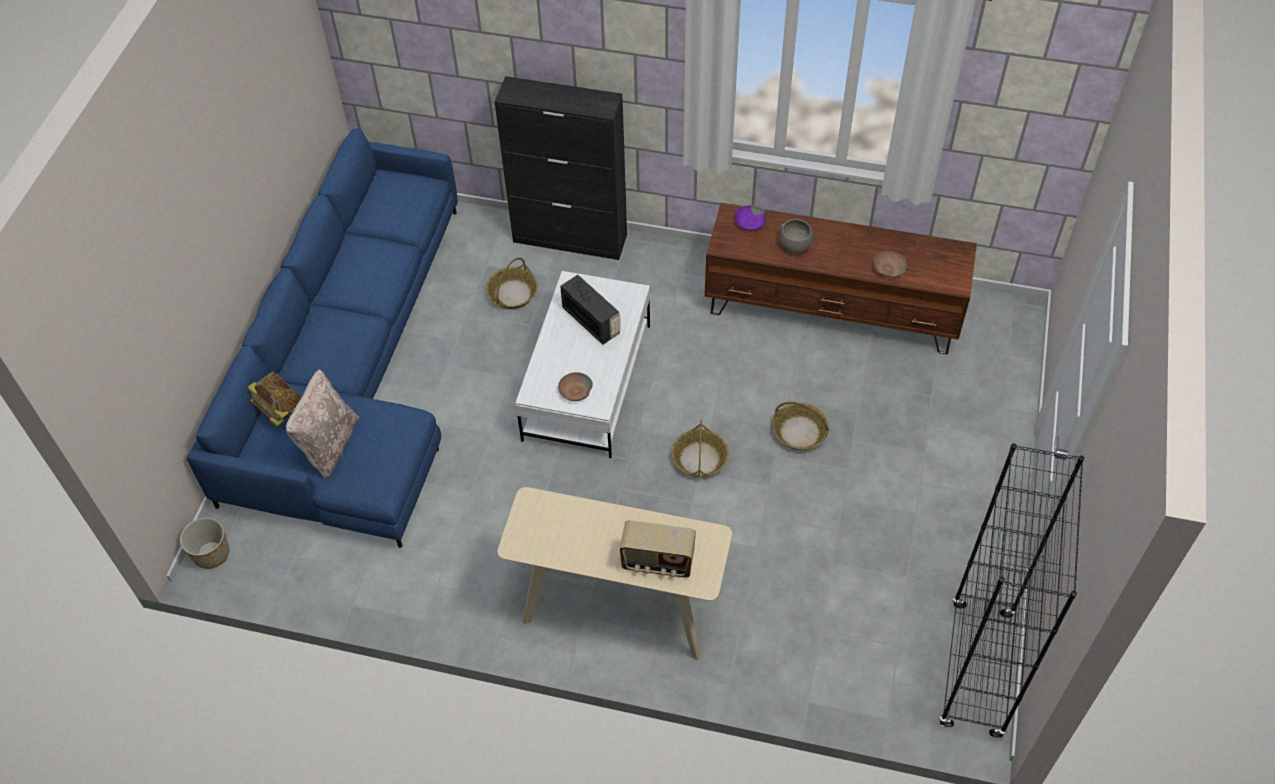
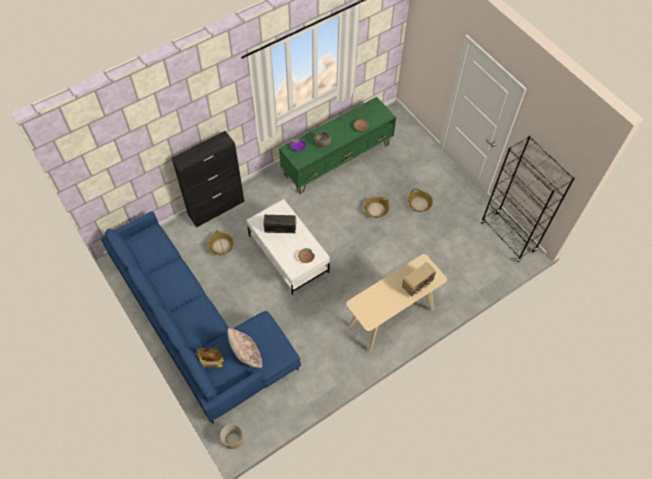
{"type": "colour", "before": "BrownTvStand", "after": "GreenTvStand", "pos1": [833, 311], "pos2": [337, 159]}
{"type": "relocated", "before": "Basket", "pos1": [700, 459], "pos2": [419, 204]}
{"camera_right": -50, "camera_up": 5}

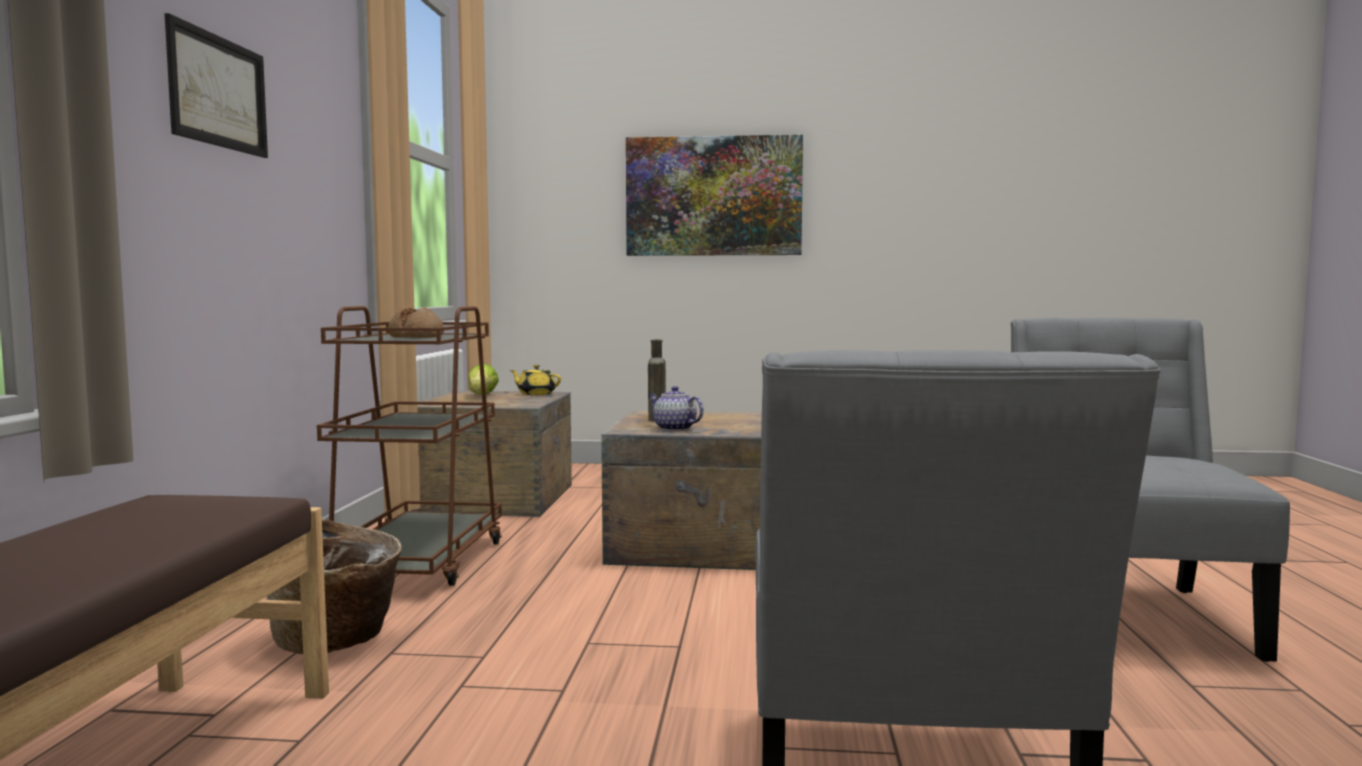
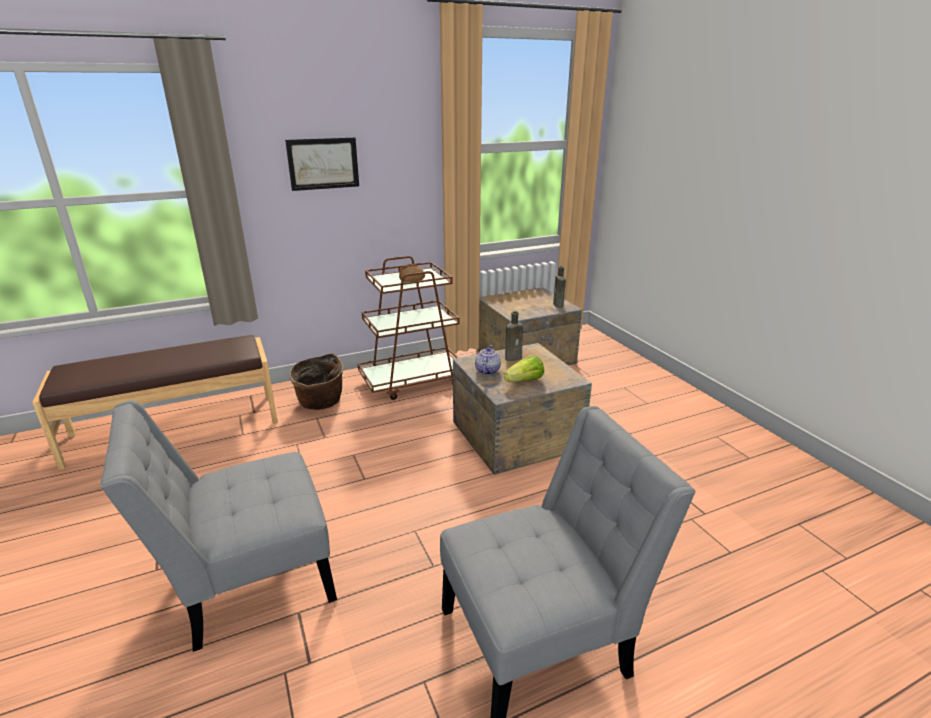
{"type": "missing", "before": "Picture", "pos1": [713, 196]}
{"type": "relocated", "before": "Lettuce", "pos1": [481, 396], "pos2": [525, 381]}
{"type": "exchanged", "before": "YellowTeapot", "after": "BrownBottle", "pos1": [536, 394], "pos2": [558, 305]}
{"camera_right": 60, "camera_up": 20}

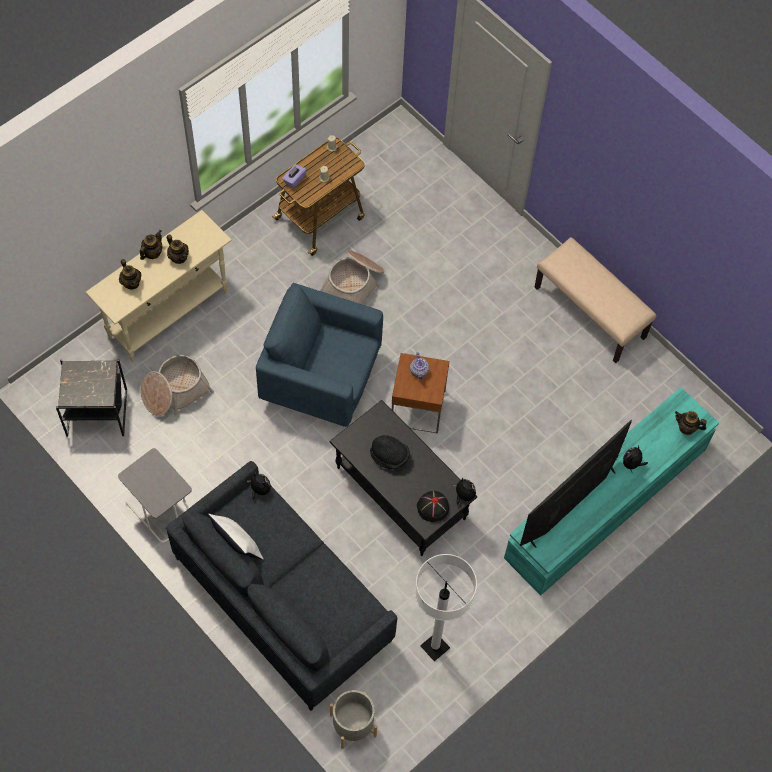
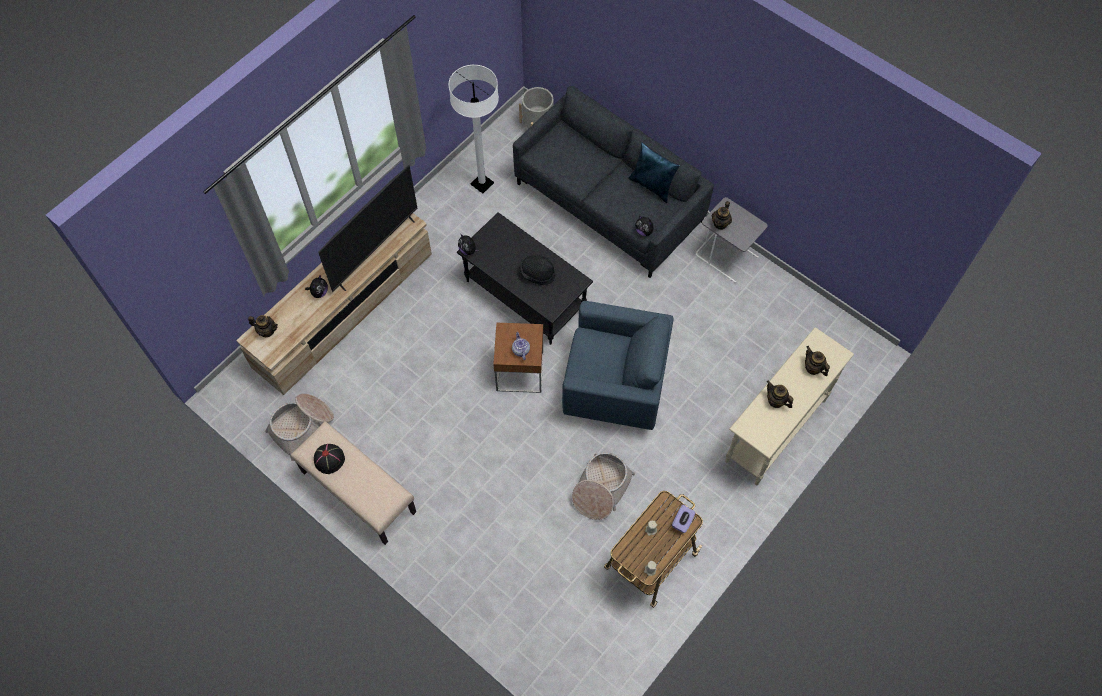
{"type": "relocated", "before": "Teapot", "pos1": [152, 253], "pos2": [720, 223]}
{"type": "relocated", "before": "Basket", "pos1": [175, 391], "pos2": [303, 427]}
{"type": "missing", "before": "BlackSideTable", "pos1": [97, 413]}
{"type": "colour", "before": "TurquoiseTvStand", "after": "BeigeTvStand", "pos1": [606, 503], "pos2": [344, 310]}
{"type": "relocated", "before": "BlackHat", "pos1": [432, 507], "pos2": [329, 459]}
{"type": "colour", "before": "WhitePillow", "after": "BluePillow", "pos1": [237, 546], "pos2": [652, 185]}
{"camera_right": 175, "camera_up": 0}

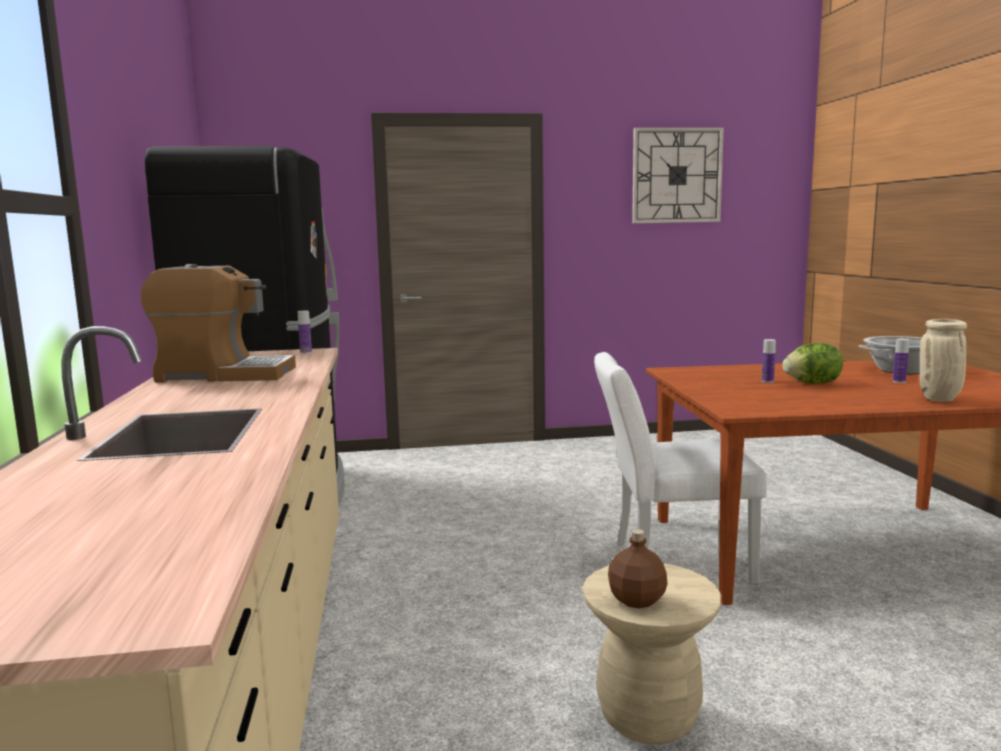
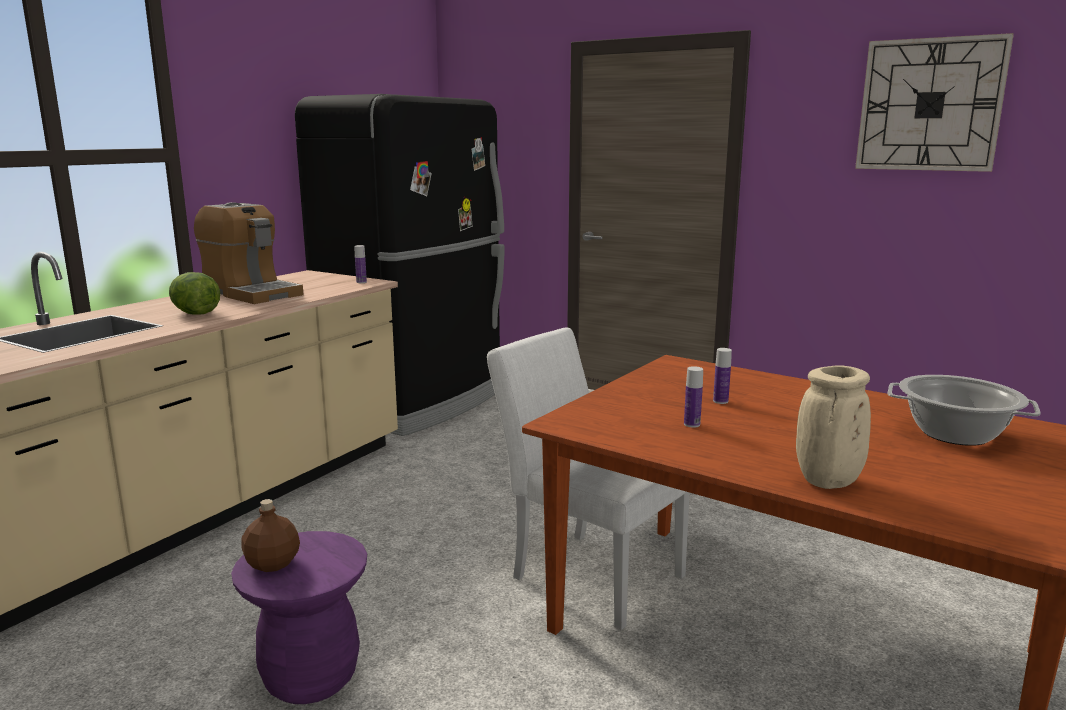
{"type": "relocated", "before": "Bottle", "pos1": [899, 381], "pos2": [692, 424]}
{"type": "relocated", "before": "Lettuce", "pos1": [812, 383], "pos2": [195, 313]}
{"type": "colour", "before": "BeigeStool", "after": "PurpleStool", "pos1": [648, 717], "pos2": [311, 677]}
{"camera_right": 40, "camera_up": 5}

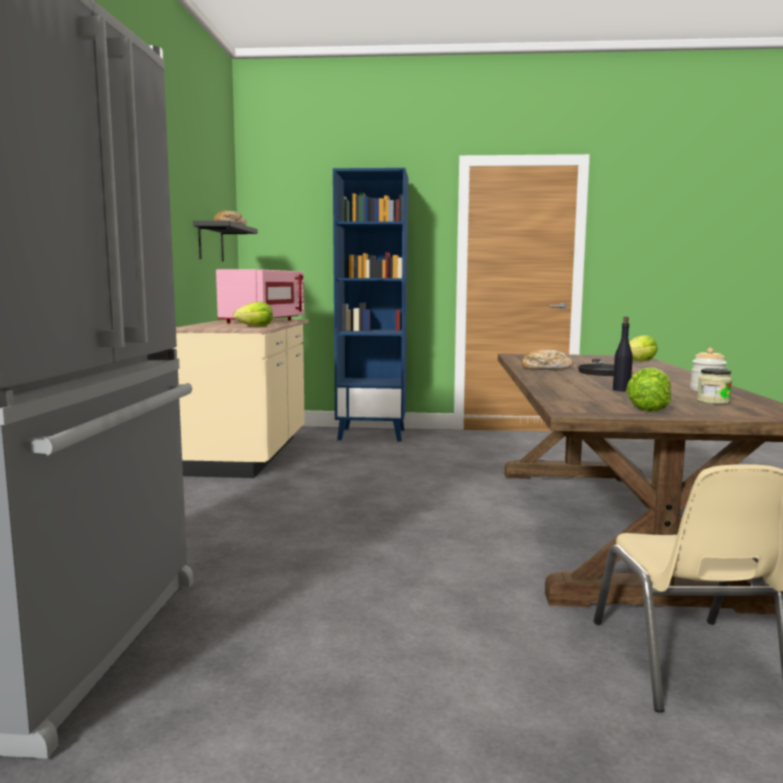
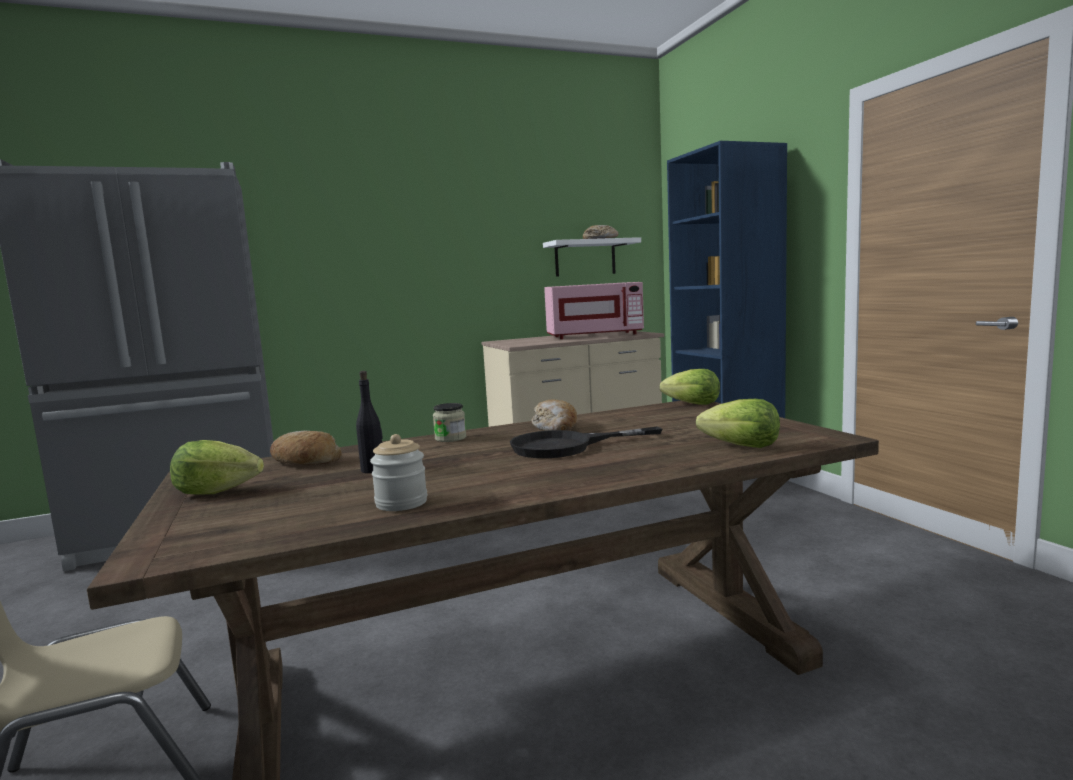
{"type": "colour", "before": "BlackShelf", "after": "WhiteShelf", "pos1": [211, 242], "pos2": [585, 258]}
{"type": "relocated", "before": "Lettuce", "pos1": [256, 326], "pos2": [693, 404]}
{"type": "relocated", "before": "Jar", "pos1": [713, 402], "pos2": [450, 438]}
{"type": "appeared", "after": "Bread", "pos2": [305, 461]}
{"camera_right": 65, "camera_up": 0}

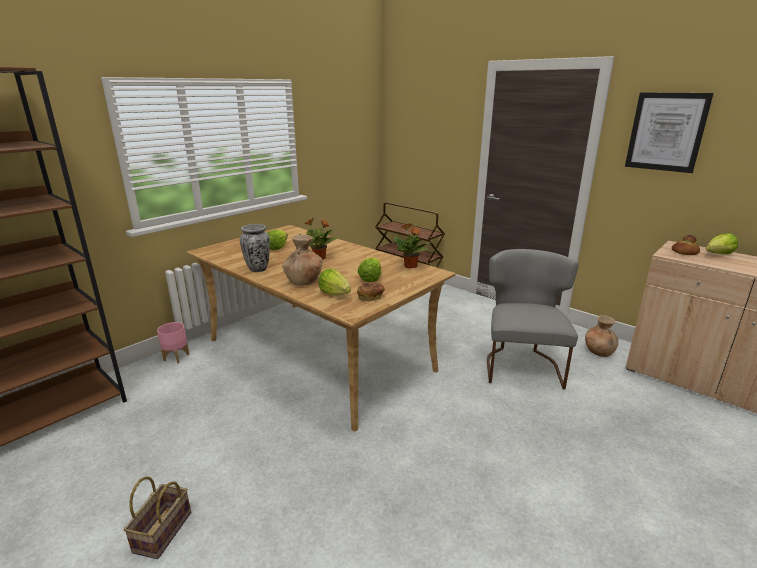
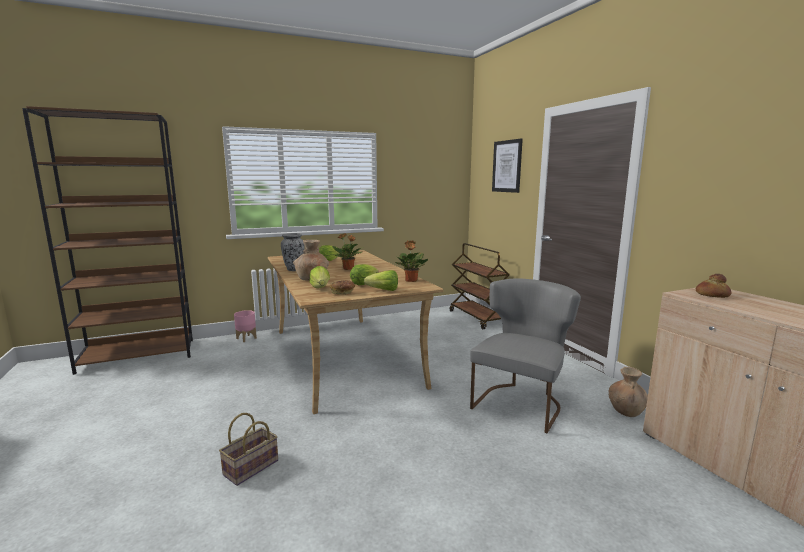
{"type": "relocated", "before": "Picture", "pos1": [666, 132], "pos2": [507, 166]}
{"type": "relocated", "before": "Lettuce", "pos1": [715, 255], "pos2": [381, 290]}
{"type": "relocated", "before": "Basket", "pos1": [163, 533], "pos2": [250, 469]}
{"camera_right": 25, "camera_up": -10}

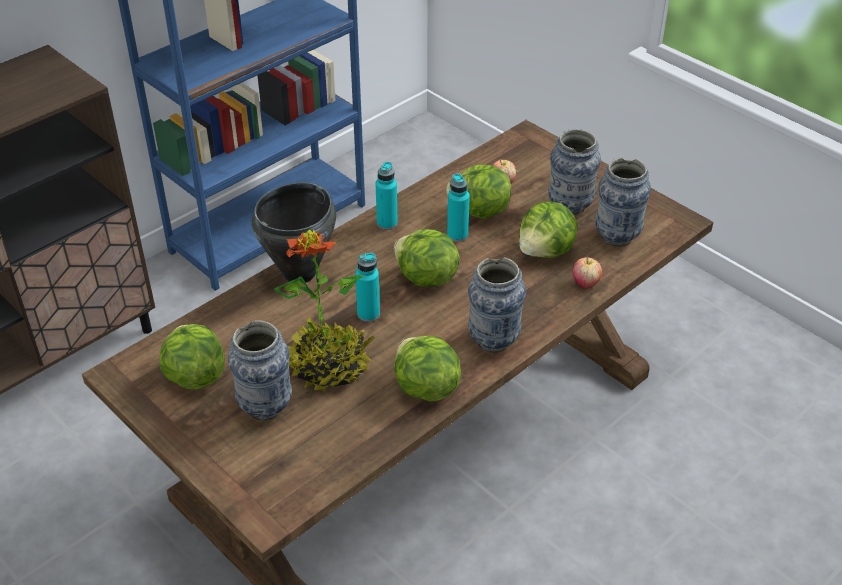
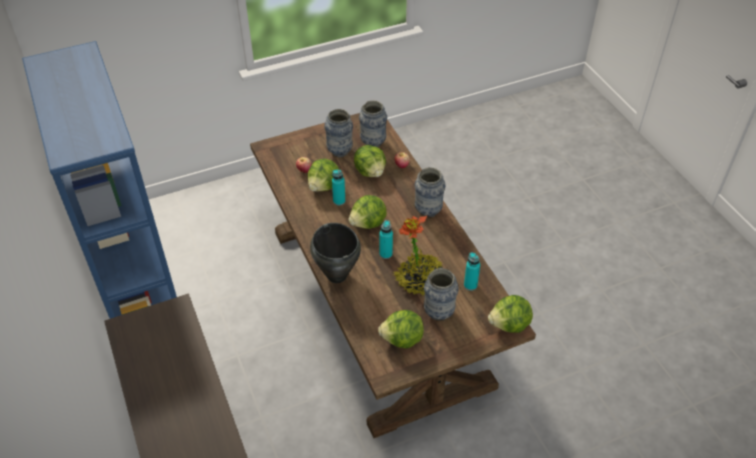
{"type": "relocated", "before": "TurquoiseBottle", "pos1": [387, 223], "pos2": [470, 285]}
{"type": "relocated", "before": "Lettuce", "pos1": [425, 388], "pos2": [509, 325]}
{"camera_right": -70, "camera_up": 5}

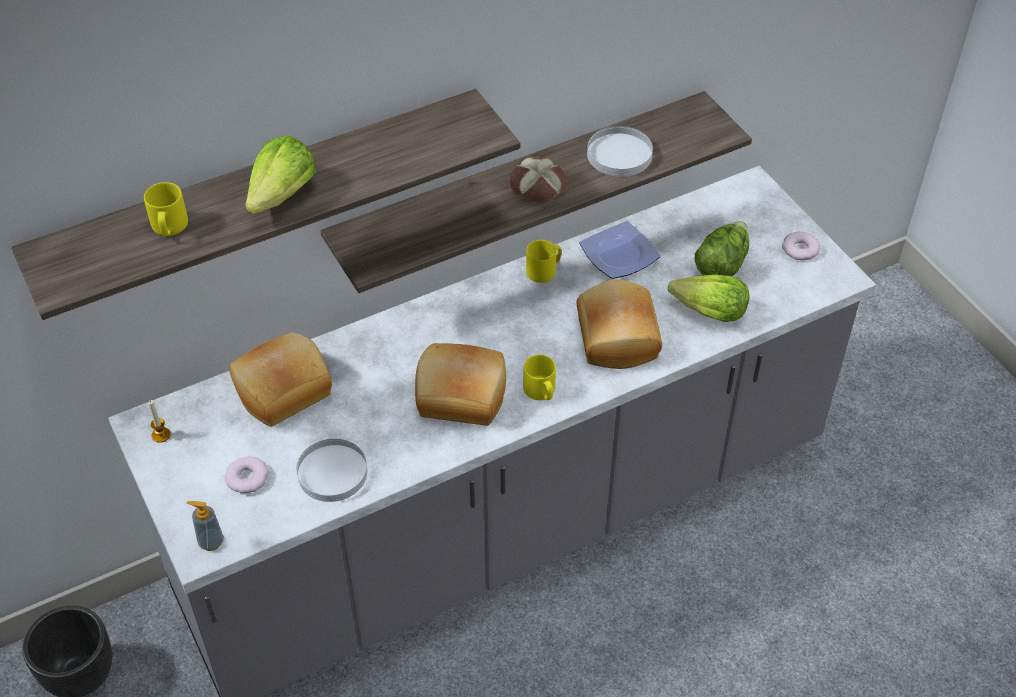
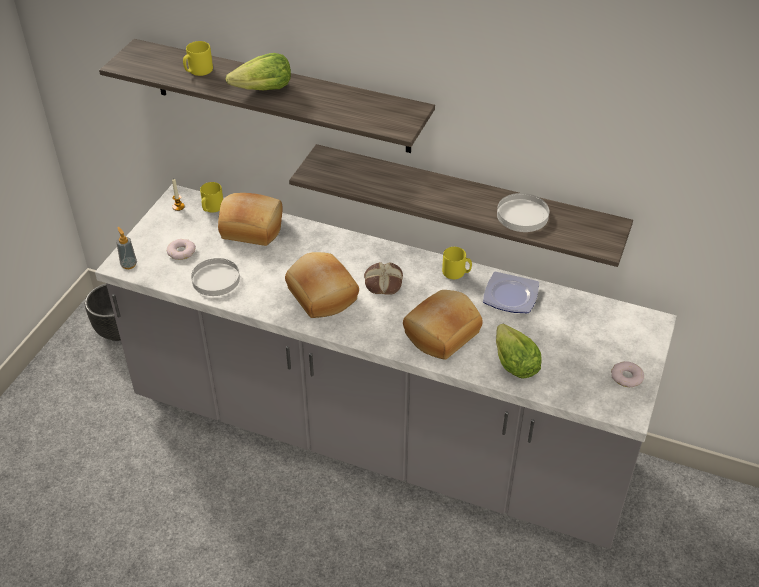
{"type": "relocated", "before": "Bread", "pos1": [536, 186], "pos2": [383, 282]}
{"type": "missing", "before": "Lettuce", "pos1": [721, 263]}
{"type": "relocated", "before": "YellowMug", "pos1": [541, 392], "pos2": [211, 208]}
{"camera_right": 50, "camera_up": -5}

